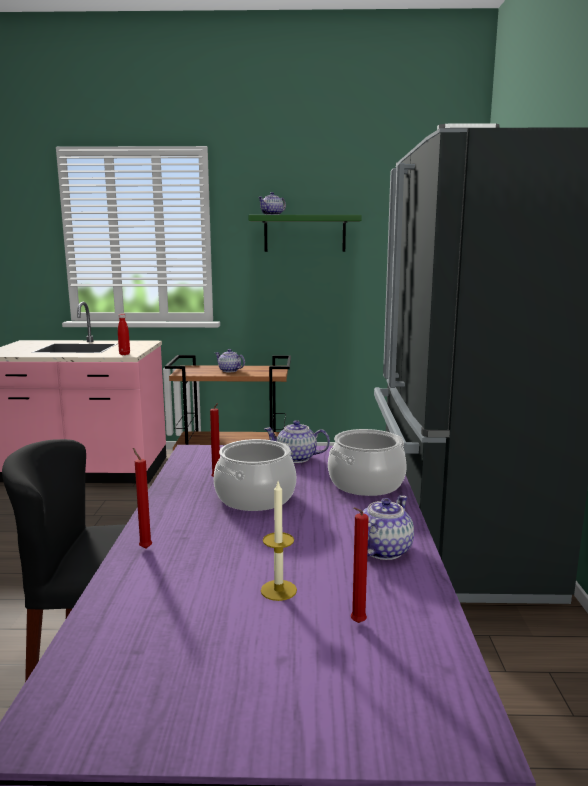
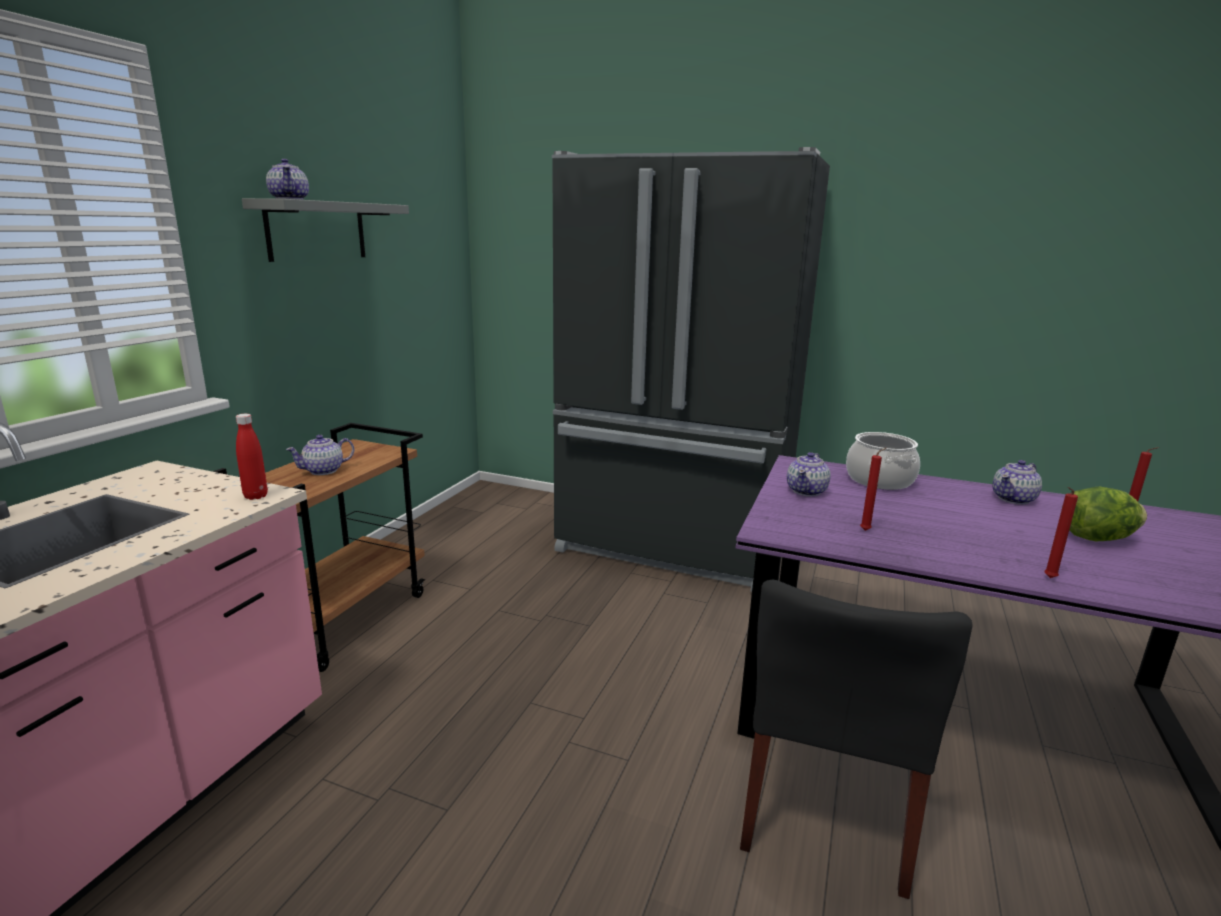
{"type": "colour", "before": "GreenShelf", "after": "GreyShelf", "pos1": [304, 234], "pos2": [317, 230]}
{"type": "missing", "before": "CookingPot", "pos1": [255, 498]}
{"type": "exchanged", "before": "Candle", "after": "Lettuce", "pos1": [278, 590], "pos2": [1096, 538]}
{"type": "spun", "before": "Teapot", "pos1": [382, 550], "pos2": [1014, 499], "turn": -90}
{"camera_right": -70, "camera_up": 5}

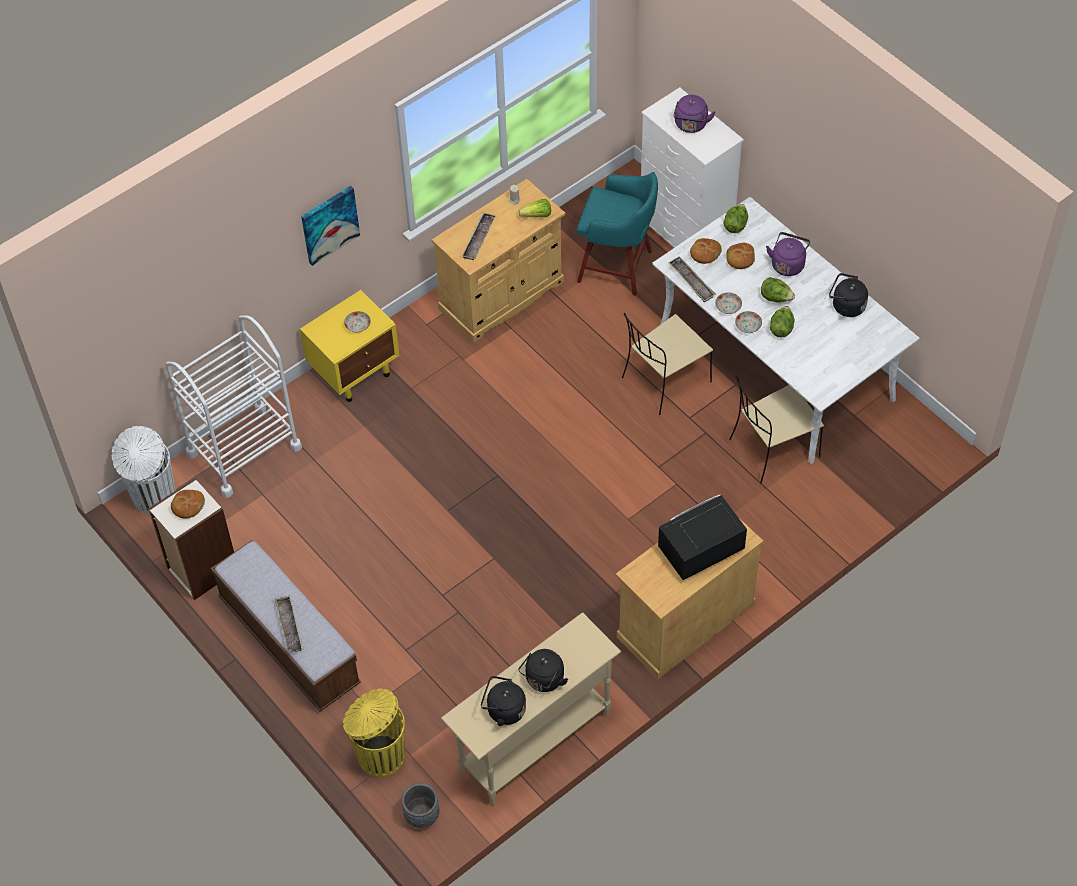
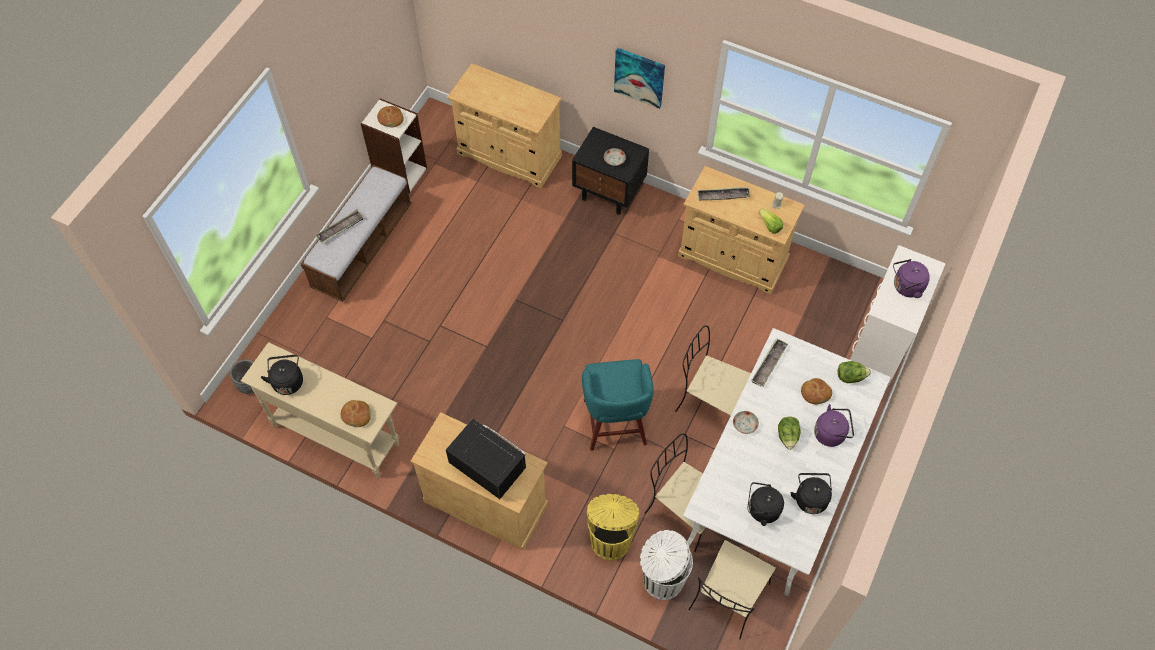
{"type": "relocated", "before": "TurquoiseStool", "pos1": [617, 267], "pos2": [615, 424]}
{"type": "relocated", "before": "Bread", "pos1": [705, 254], "pos2": [356, 415]}
{"type": "colour", "before": "YellowNightstand", "after": "BlackNightstand", "pos1": [355, 373], "pos2": [610, 193]}
{"type": "missing", "before": "Plate", "pos1": [728, 307]}
{"type": "missing", "before": "Lettuce", "pos1": [781, 328]}
{"type": "exchanged", "before": "WhiteCart", "after": "BeigeCabinet", "pos1": [244, 450], "pos2": [509, 155]}
{"type": "relocated", "before": "WhiteTrashCan", "pos1": [153, 497], "pos2": [661, 580]}
{"type": "relocated", "before": "BlackKettle", "pos1": [543, 680], "pos2": [761, 509]}
{"type": "relocated", "before": "YellowTrashCan", "pos1": [379, 755], "pos2": [610, 540]}
{"type": "appeared", "after": "BeigeChair", "pos2": [728, 598]}
{"camera_right": 65, "camera_up": 5}

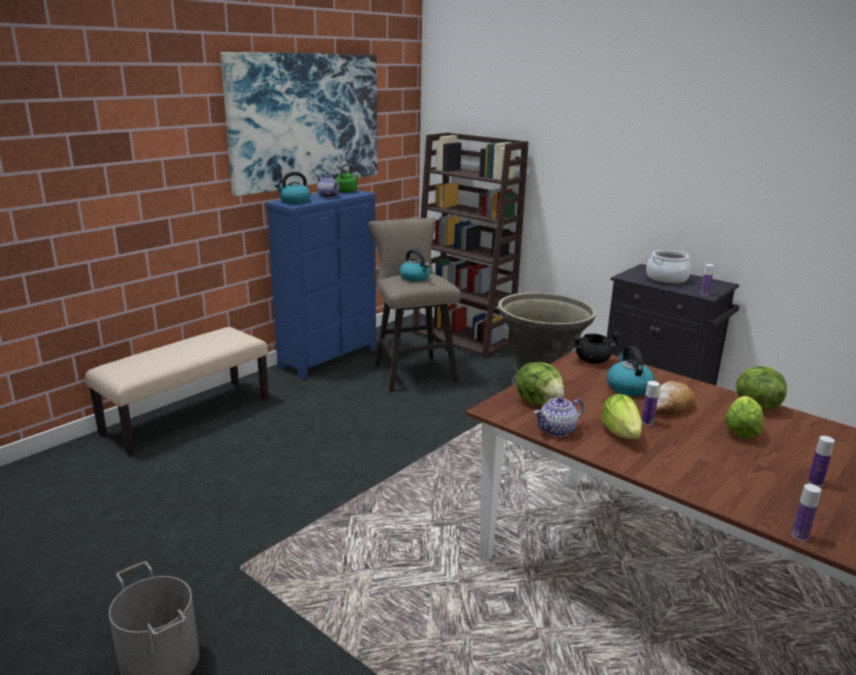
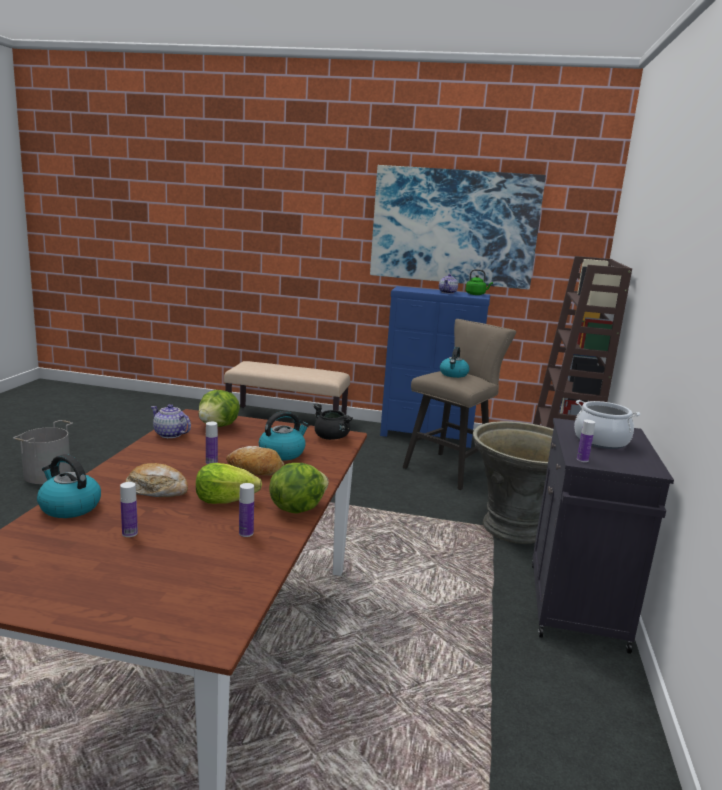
{"type": "relocated", "before": "Kettle", "pos1": [294, 201], "pos2": [69, 507]}
{"type": "missing", "before": "Lettuce", "pos1": [621, 433]}
{"type": "relocated", "before": "Bottle", "pos1": [799, 535], "pos2": [246, 533]}
{"type": "appeared", "after": "Bread", "pos2": [157, 490]}
{"camera_right": 60, "camera_up": -5}

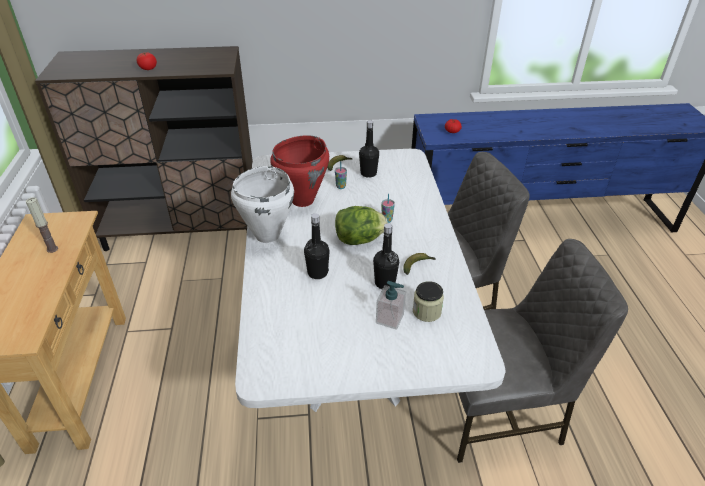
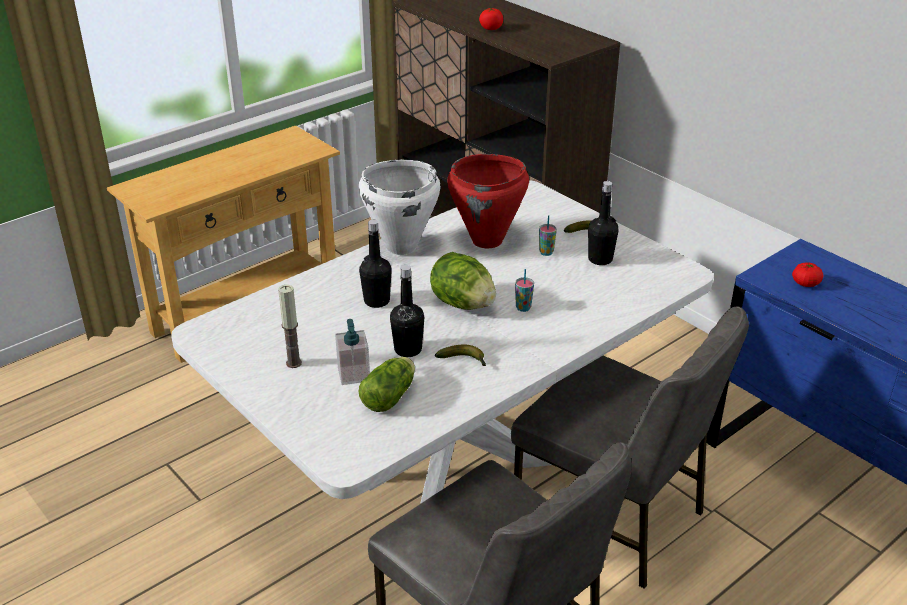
{"type": "relocated", "before": "Candle", "pos1": [52, 249], "pos2": [294, 363]}
{"type": "exchanged", "before": "Jar", "after": "Lettuce", "pos1": [426, 312], "pos2": [391, 395]}
{"camera_right": 55, "camera_up": -5}

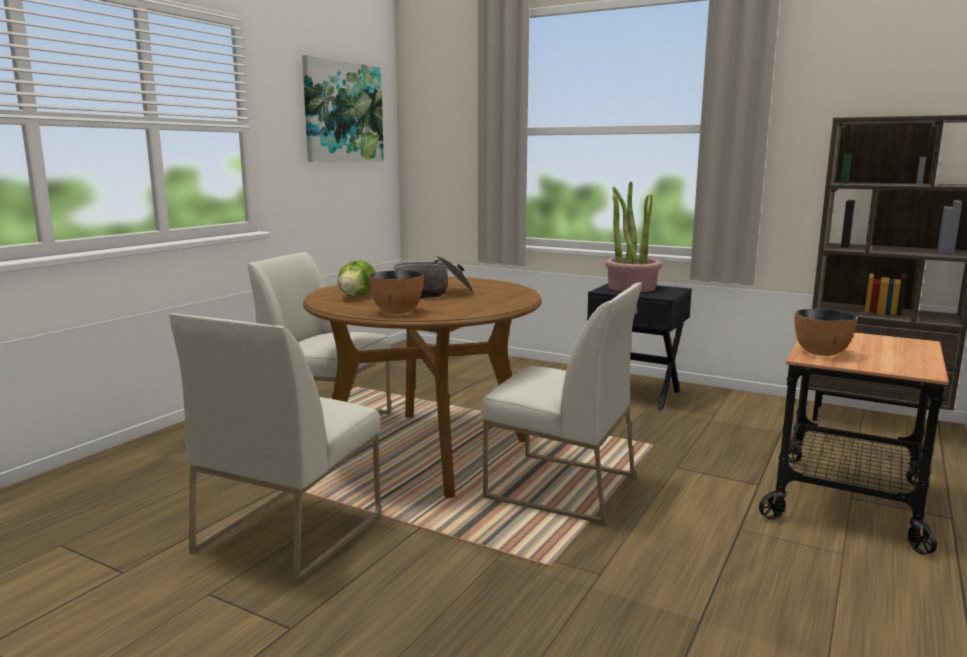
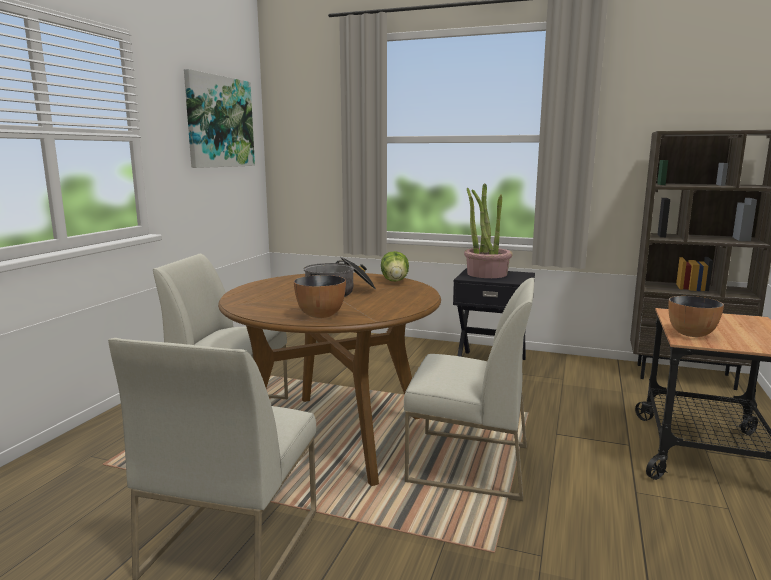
{"type": "relocated", "before": "Lettuce", "pos1": [357, 296], "pos2": [395, 281]}
{"camera_right": -10, "camera_up": 0}

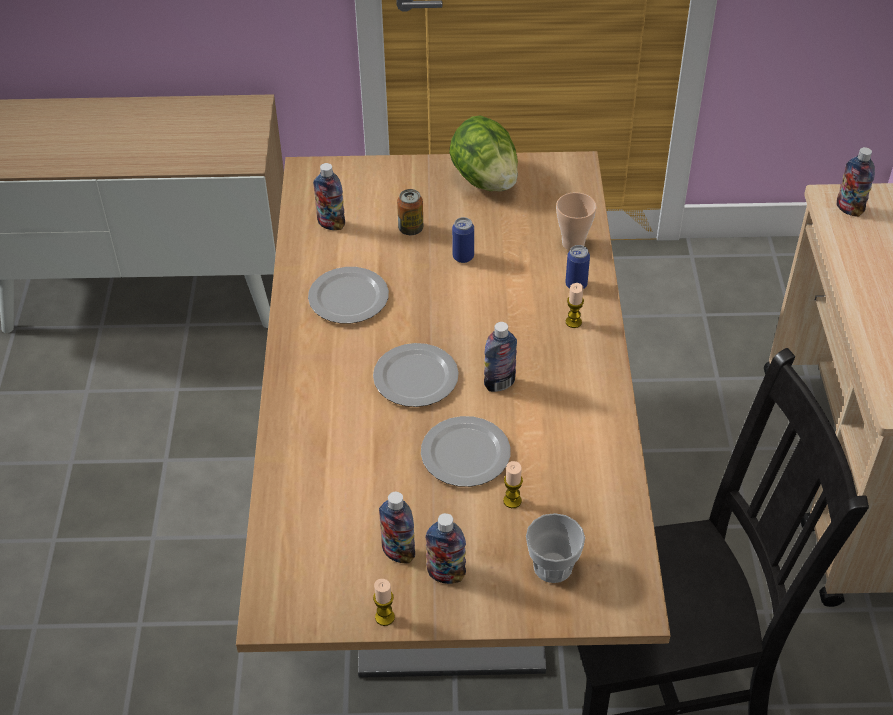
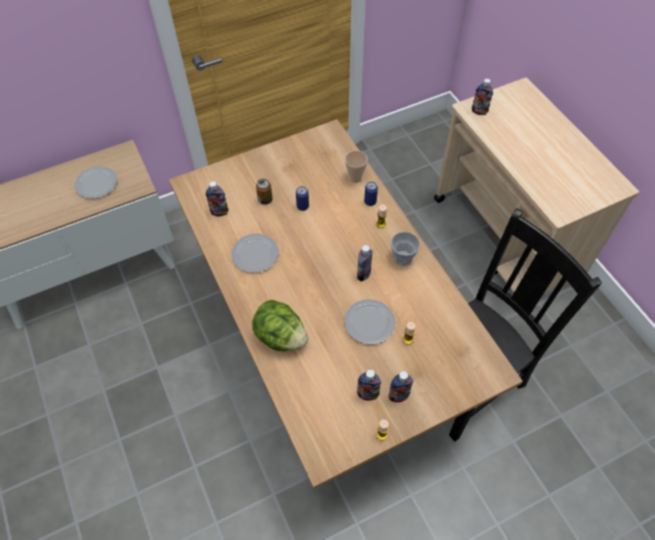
{"type": "relocated", "before": "Lettuce", "pos1": [485, 180], "pos2": [281, 337]}
{"type": "relocated", "before": "Plate", "pos1": [417, 377], "pos2": [97, 183]}
{"type": "relocated", "before": "Cup", "pos1": [552, 566], "pos2": [403, 257]}
{"camera_right": -25, "camera_up": 10}

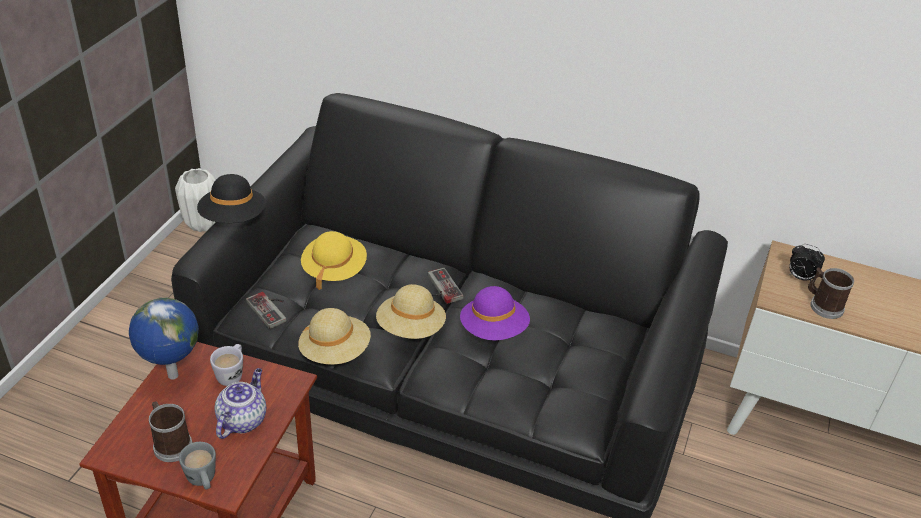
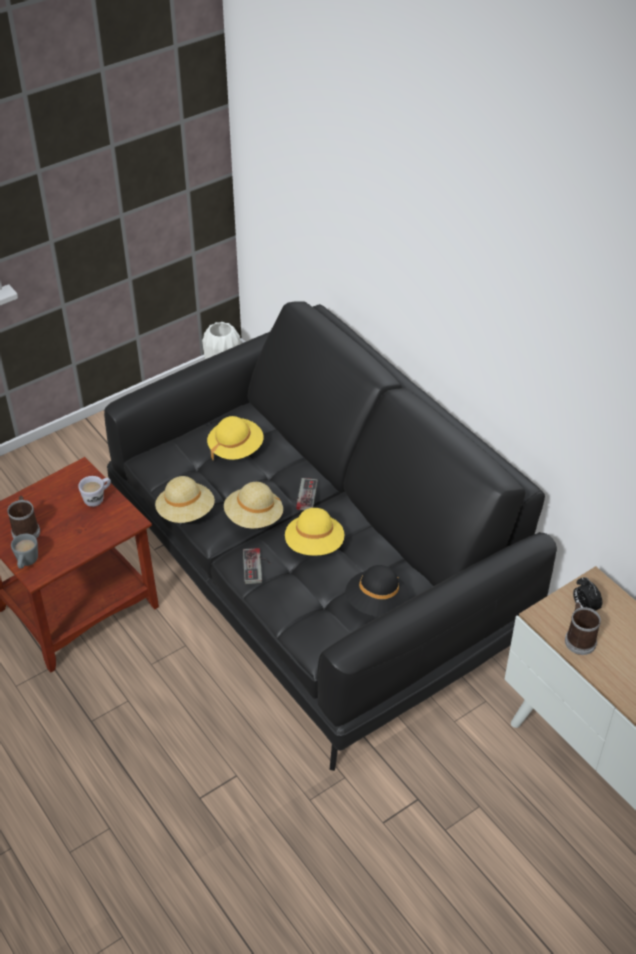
{"type": "relocated", "before": "BlackHat", "pos1": [233, 218], "pos2": [376, 603]}
{"type": "colour", "before": "PurpleHat", "after": "YellowHat", "pos1": [493, 330], "pos2": [314, 545]}
{"type": "relocated", "before": "GameController", "pos1": [271, 309], "pos2": [257, 567]}
{"type": "missing", "before": "Globe", "pos1": [172, 376]}
{"type": "missing", "before": "Teapot", "pos1": [242, 419]}
{"camera_right": 35, "camera_up": 5}

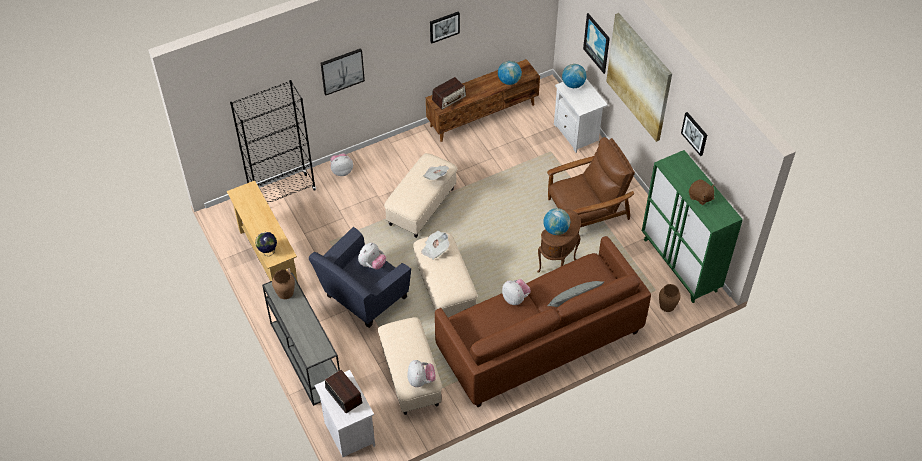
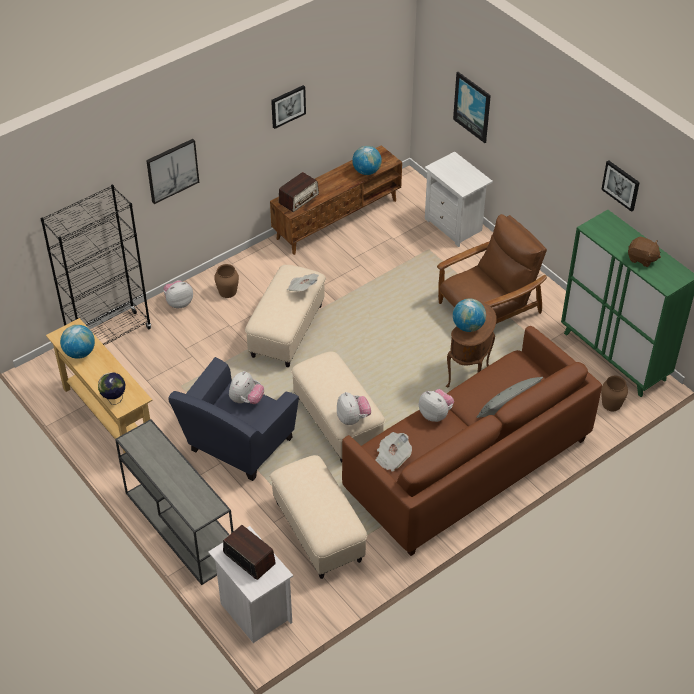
{"type": "missing", "before": "Picture", "pos1": [639, 77]}
{"type": "relocated", "before": "Globe", "pos1": [573, 84], "pos2": [79, 352]}
{"type": "relocated", "before": "Newspaper", "pos1": [435, 249], "pos2": [391, 458]}
{"type": "relocated", "before": "BrownVase", "pos1": [285, 292], "pos2": [228, 291]}
{"type": "relocated", "before": "PlushToy", "pos1": [421, 380], "pos2": [353, 418]}
{"camera_right": -10, "camera_up": -5}

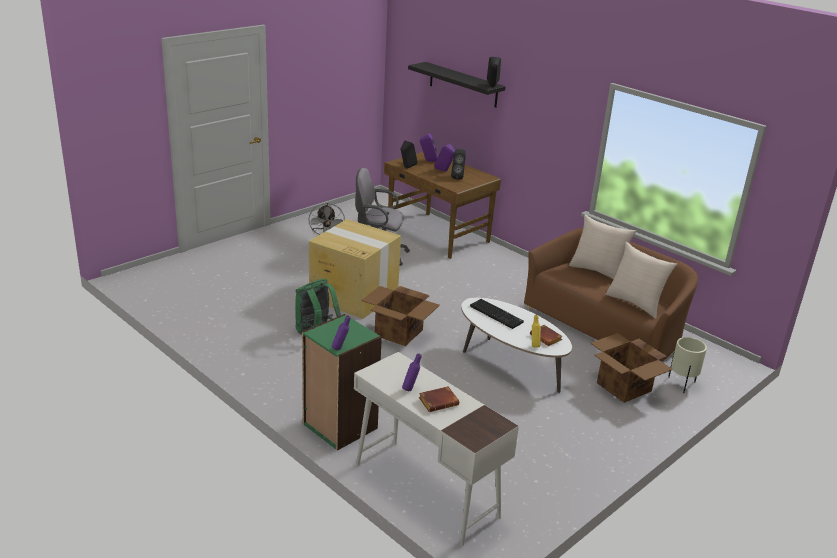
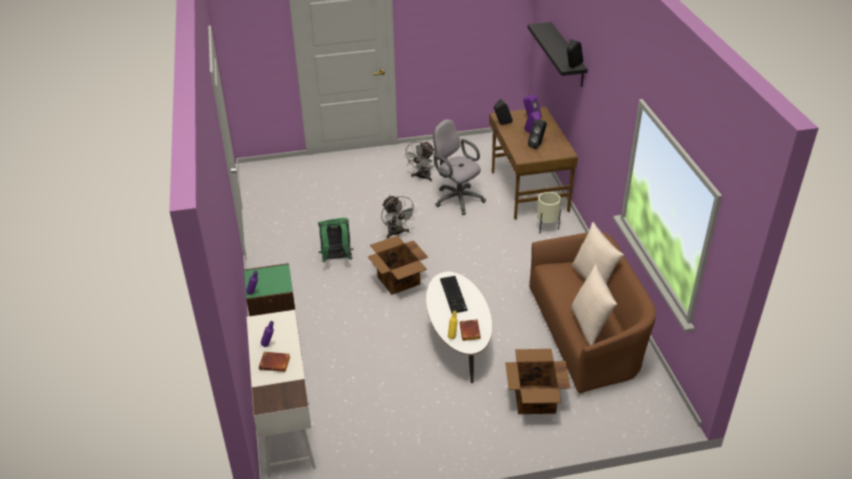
{"type": "exchanged", "before": "CardboardBox", "after": "GreyFan", "pos1": [353, 295], "pos2": [397, 233]}
{"type": "relocated", "before": "BeigePlanter", "pos1": [682, 384], "pos2": [546, 228]}
{"camera_right": 35, "camera_up": 10}

